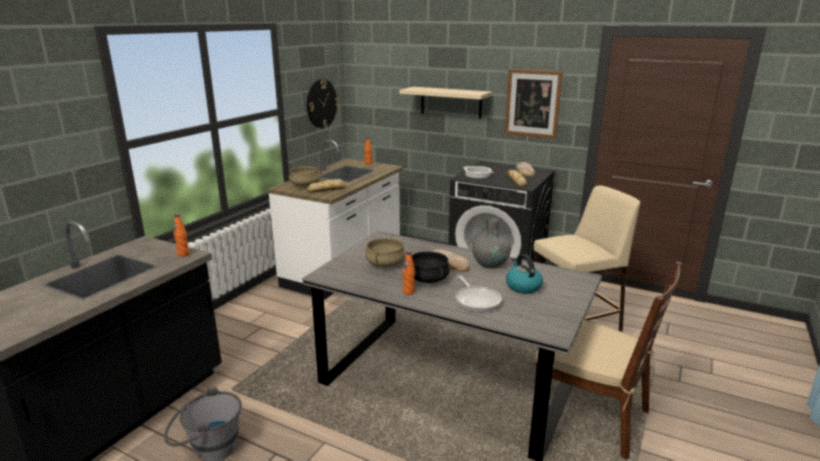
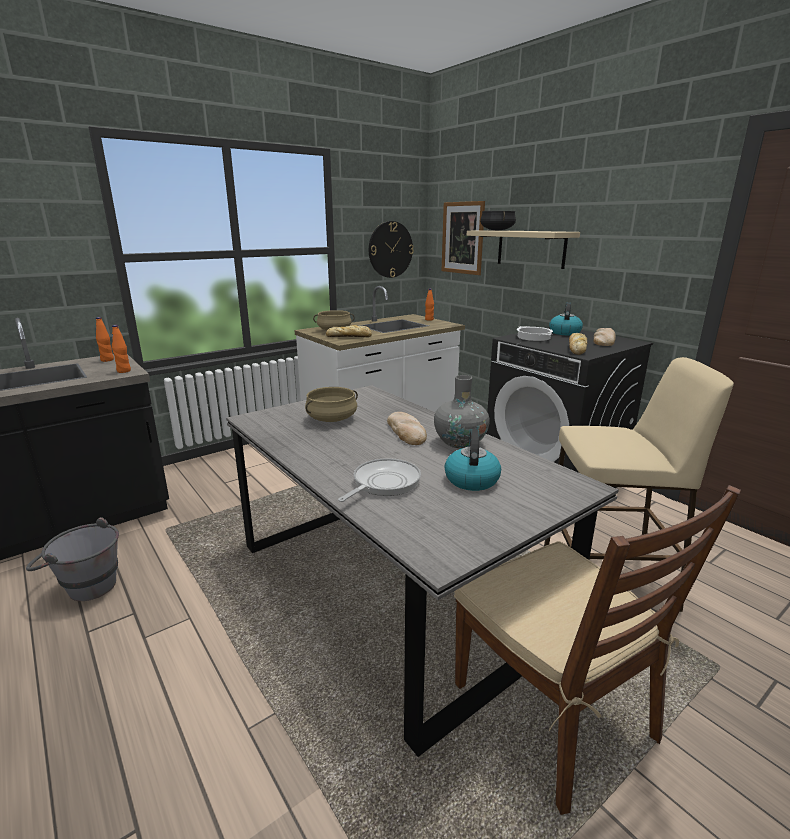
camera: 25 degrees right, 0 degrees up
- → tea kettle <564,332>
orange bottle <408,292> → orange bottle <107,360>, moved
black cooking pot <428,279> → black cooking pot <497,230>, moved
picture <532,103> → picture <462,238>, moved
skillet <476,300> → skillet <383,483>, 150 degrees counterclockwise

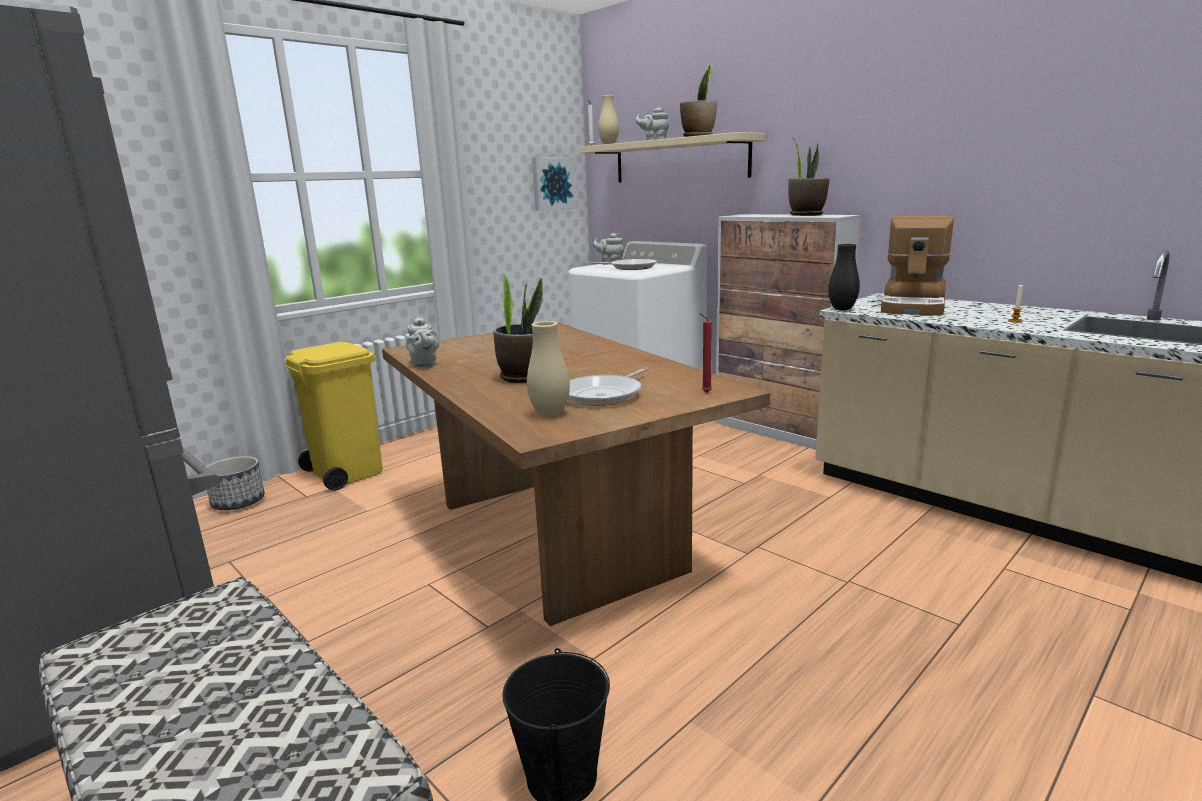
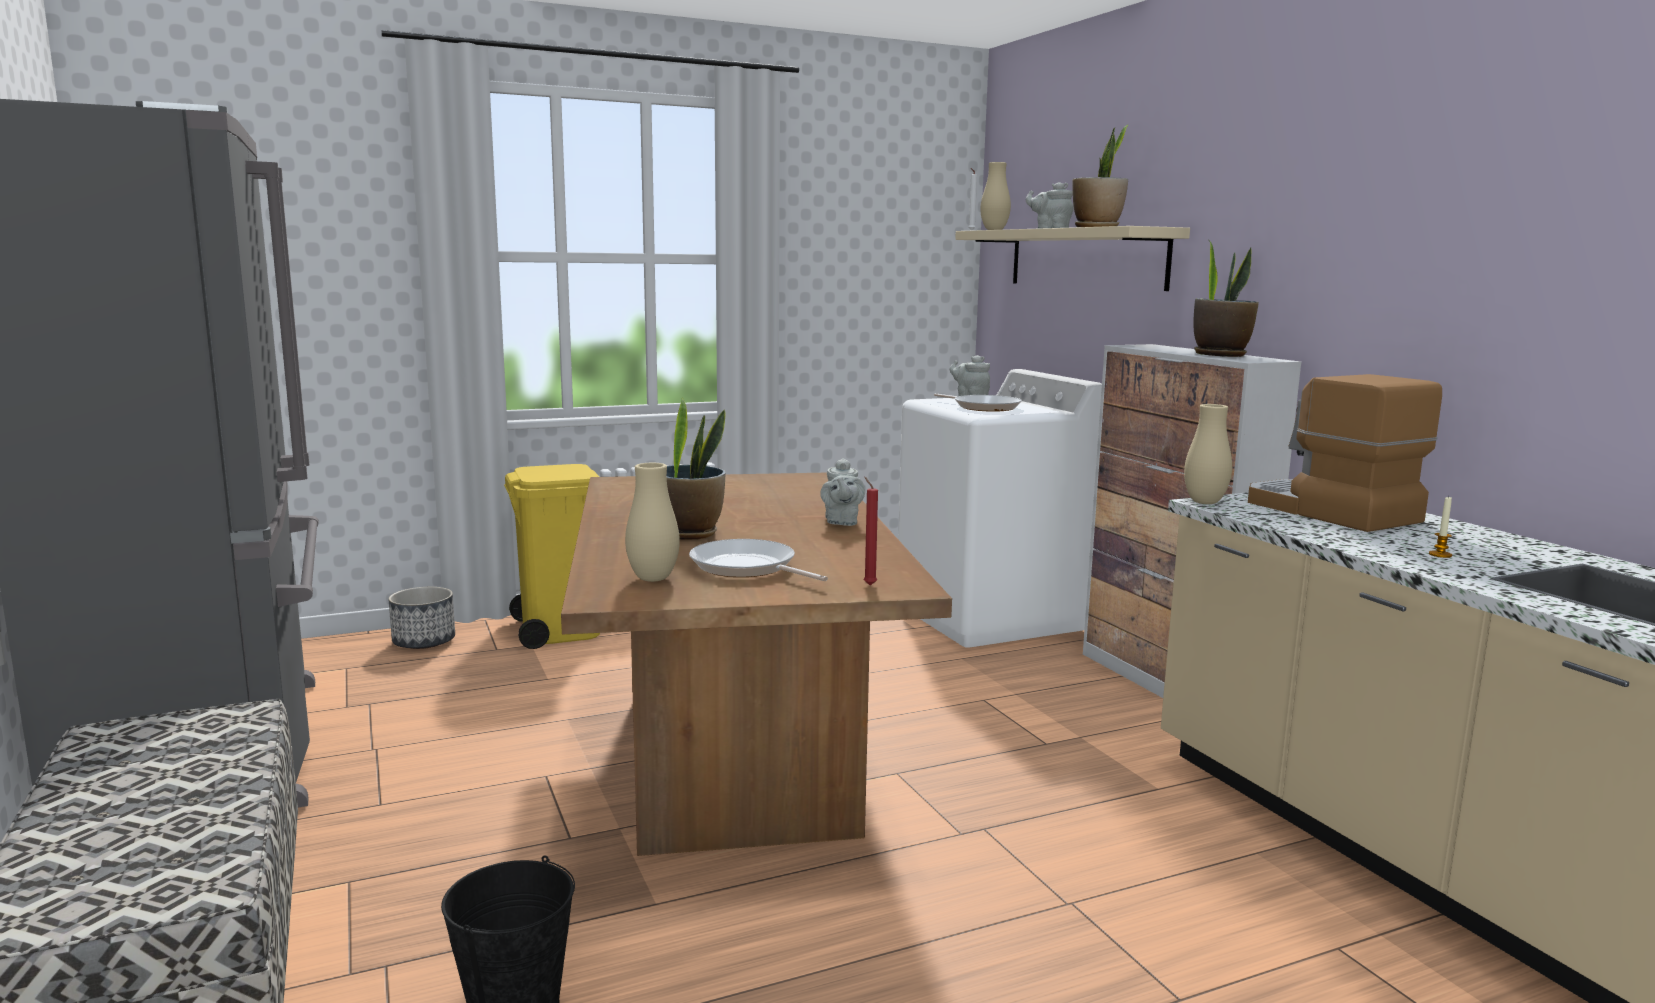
camera: 20 degrees right, 5 degrees down
picture <552,183> → -
greyish pot for tea <424,364> → greyish pot for tea <841,522>, moved
black decorative vase <842,309> → beige-coloured decorative vase <1204,502>
skillet <604,395> → skillet <747,568>, 75 degrees clockwise
coffee maker <914,306> → coffee maker <1328,512>, 105 degrees clockwise

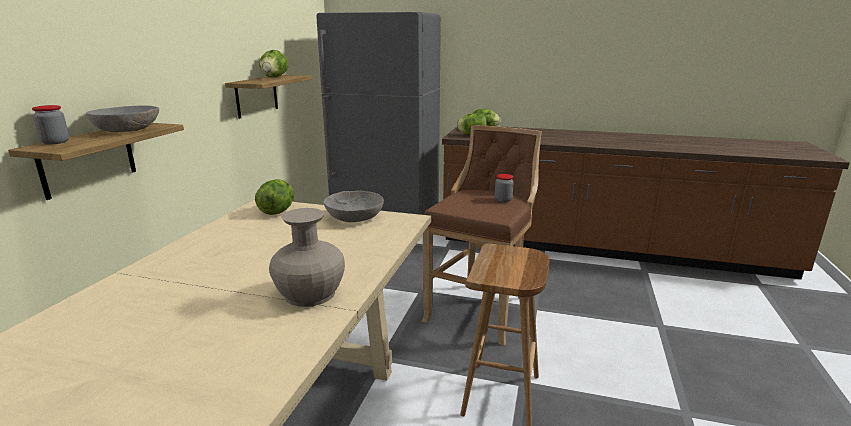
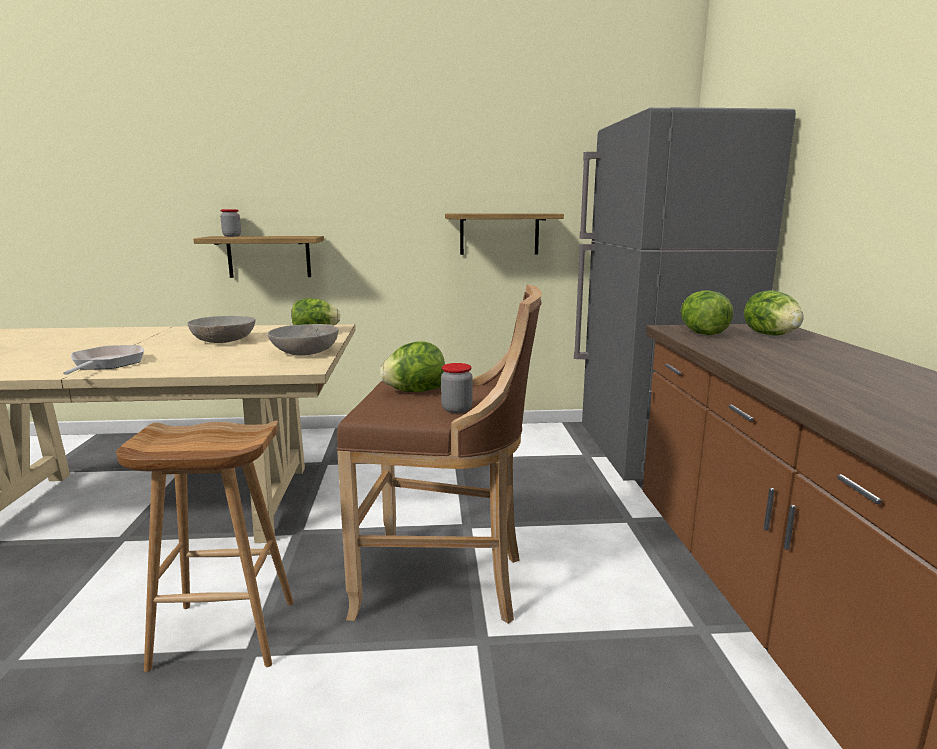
camera: 70 degrees right, 5 degrees down
greyish deep dish <128,130> → greyish deep dish <224,340>, moved
lettuce head <274,77> → lettuce head <414,391>, moved
beige-coloured decorative vase <310,293> → skillet <106,364>

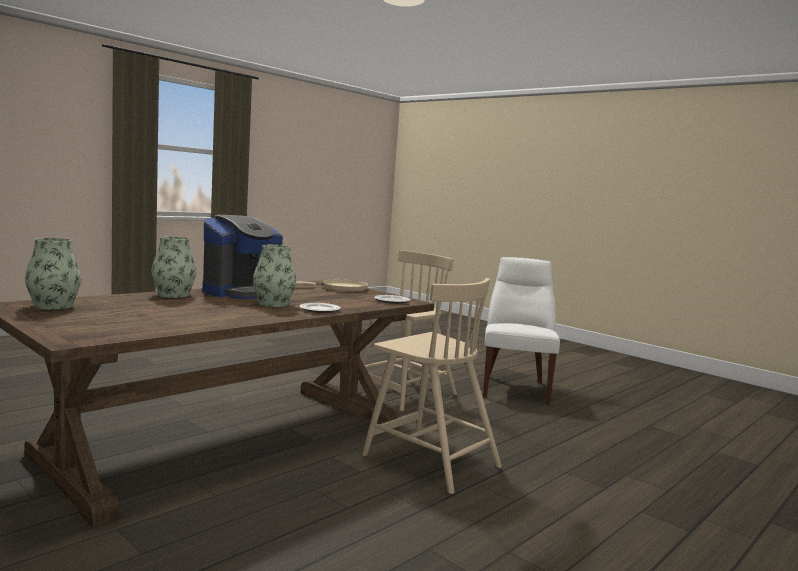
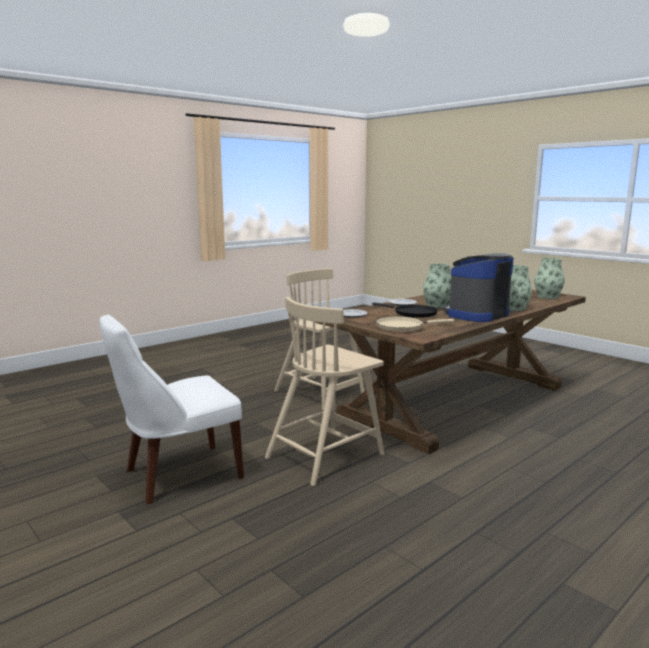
camera: 175 degrees left, 5 degrees up
- → black skillet <412,313>
whitish plain chair <514,388> → whitish plain chair <178,475>, 45 degrees clockwise

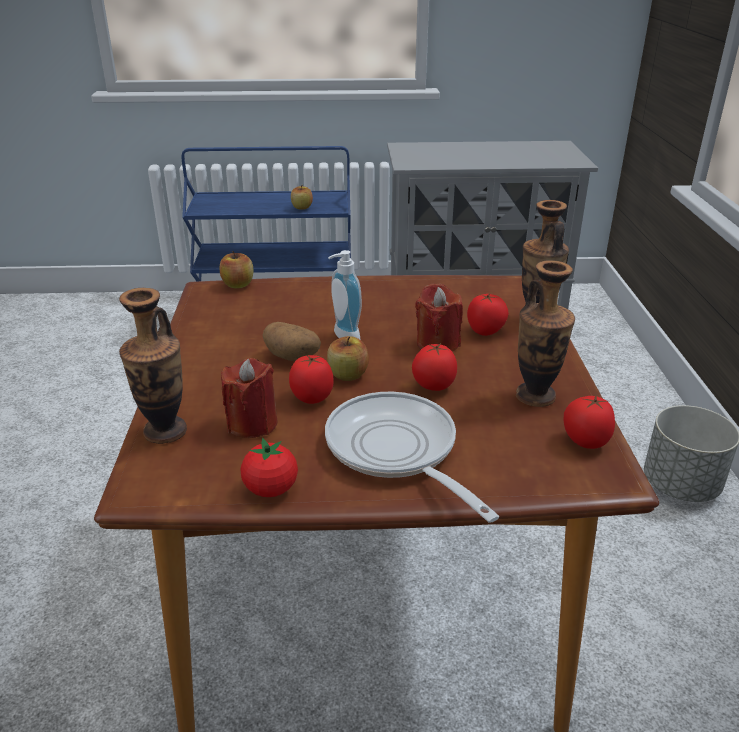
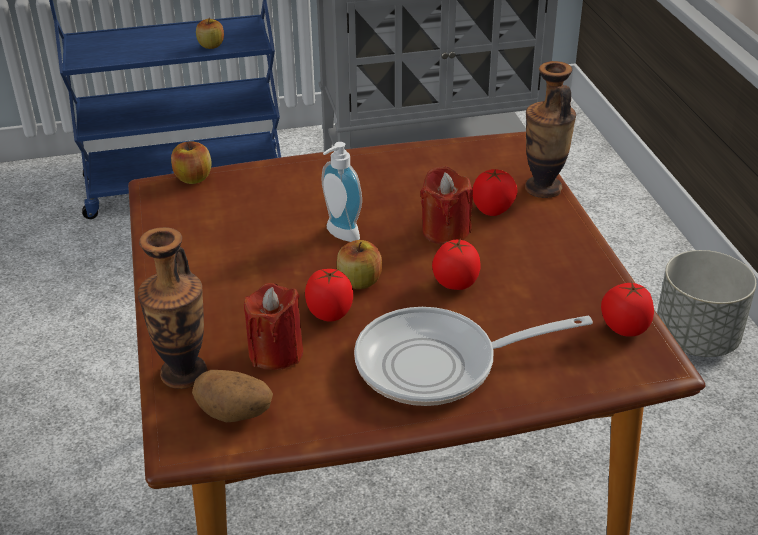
camera: 10 degrees left, 5 degrees up
tomato <271,489> → -
decorative vase <535,396> → -
potato <293,357> → potato <235,413>, moved
skillet <396,451> → skillet <438,364>, 60 degrees counterclockwise

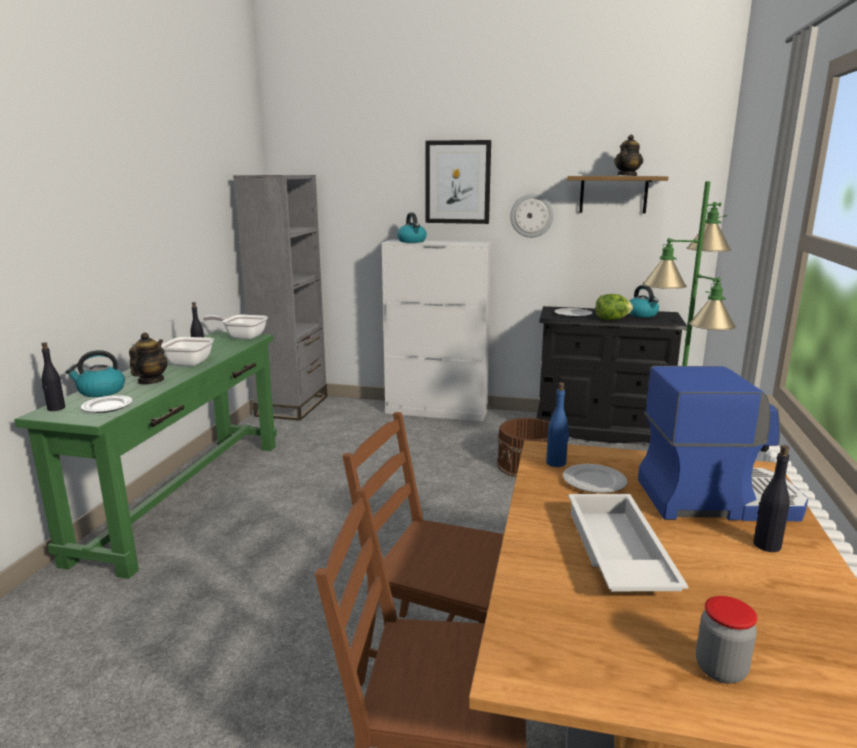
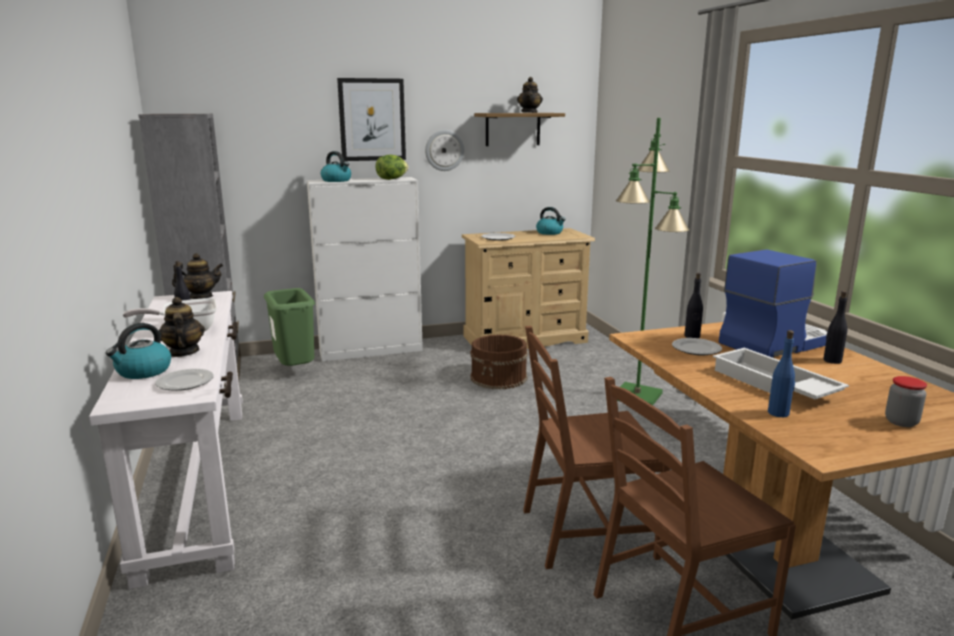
camera: 30 degrees left, 0 degrees up
- → greenish trash can <296,371>
black bottle <56,408> → black bottle <692,336>, moved
blue-coloured bottle <556,463> → blue-coloured bottle <778,413>, moved
lettuce head <611,320> → lettuce head <391,179>, moved
skillet <242,337> → pot for tea <201,297>
greenish hall table <186,496> → whitish hall table <198,482>
black chest of drawers <600,430> → beige-coloured chest of drawers <525,339>

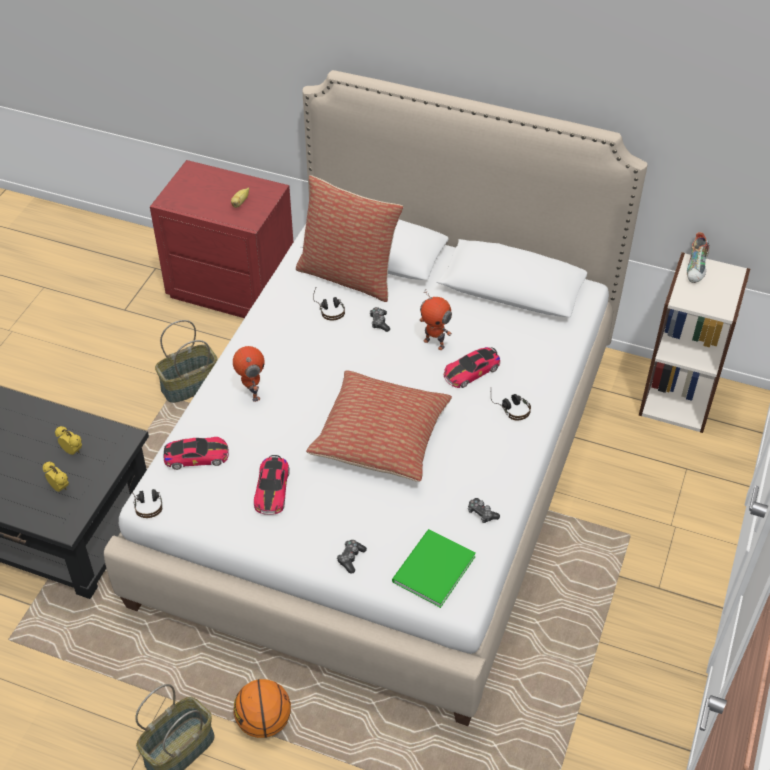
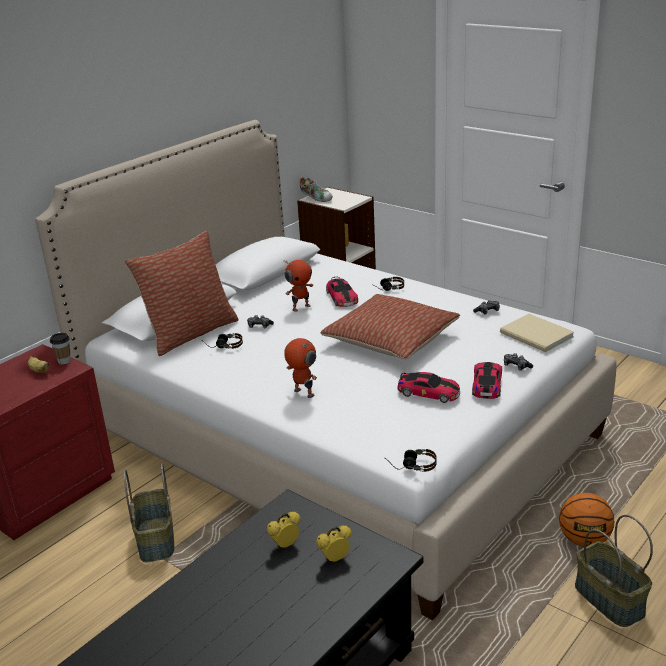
camera: 70 degrees left, 20 degrees down
- → small cup <64,361>
miniature car <196,456> → miniature car <487,385>, moved
greenish book <431,570> → beige-coloured book <537,336>
model robot <251,393> → model robot <303,393>, 45 degrees clockwise

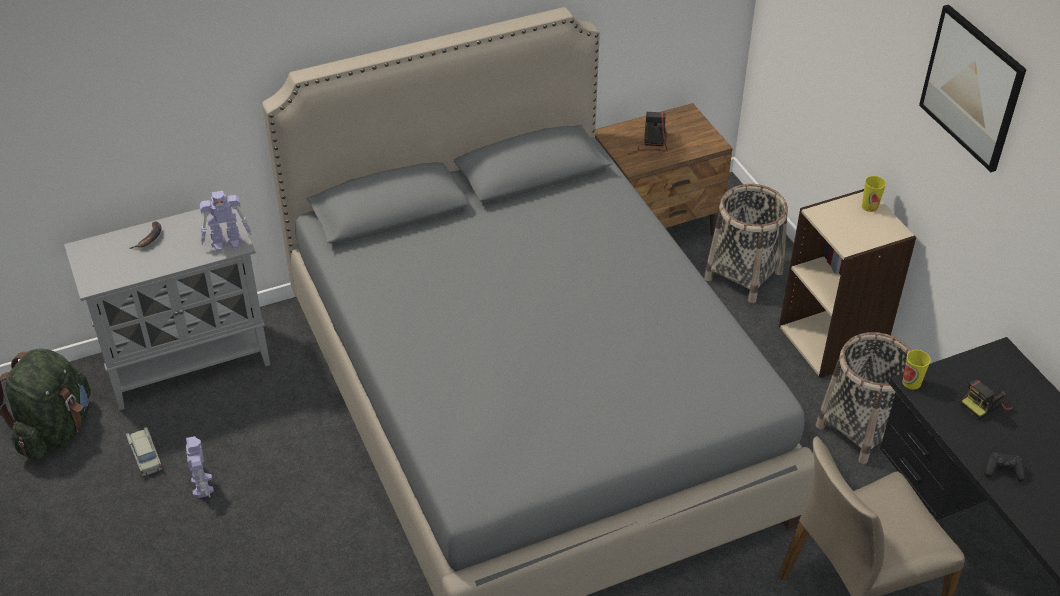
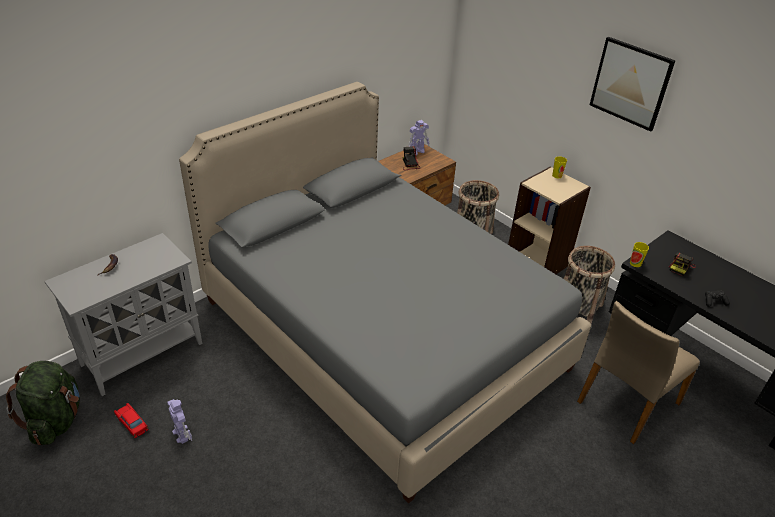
camera: 20 degrees left, 5 degrees down
model robot <227,242> → model robot <417,151>, moved
beige-coloured miniature car <145,456> → red miniature car <132,423>

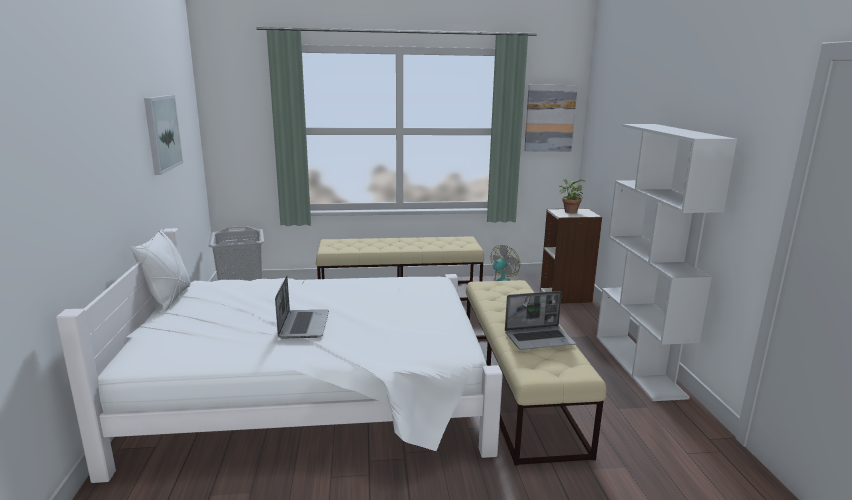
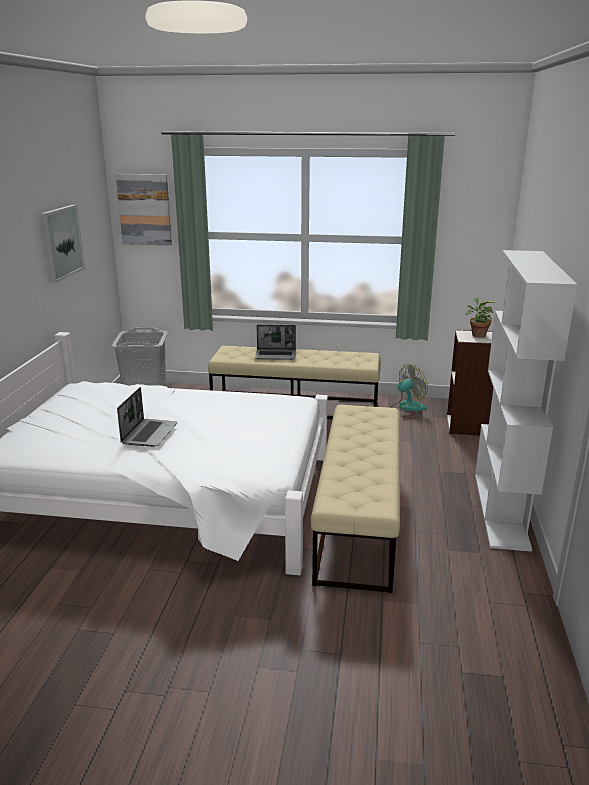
camera: 15 degrees right, 5 degrees up
whitish throw pillow <169,298> → -
laptop <539,339> → laptop <276,355>, moved
picture <549,118> → picture <144,209>, moved

